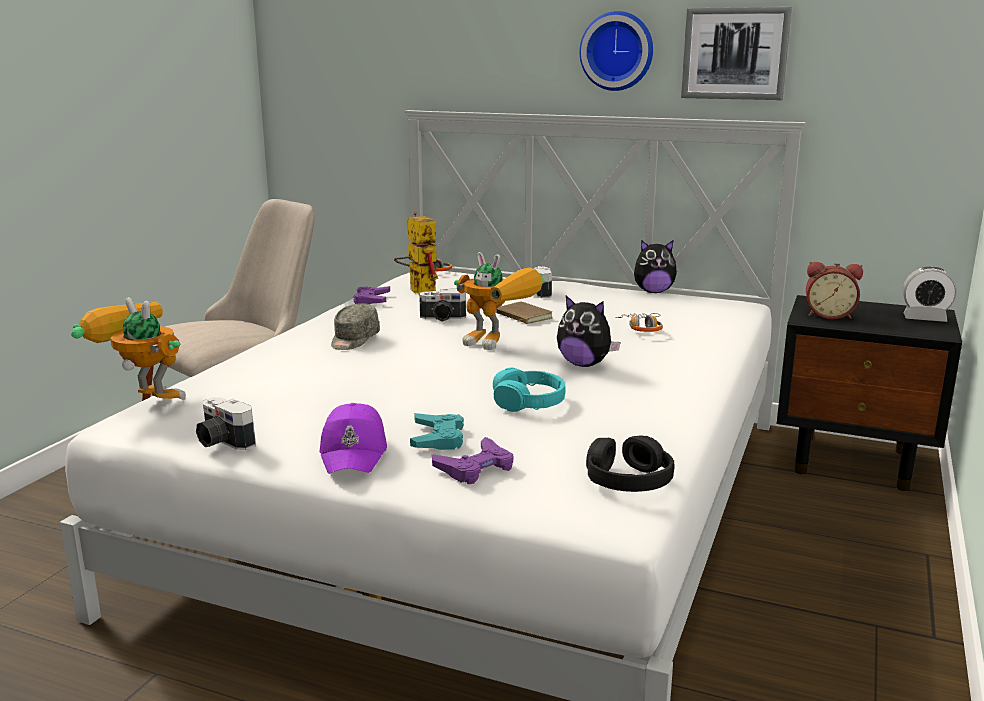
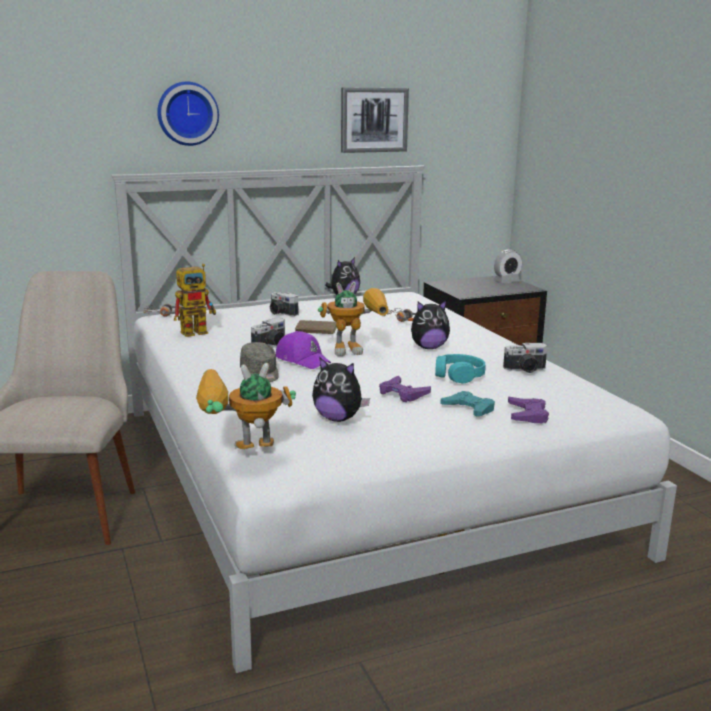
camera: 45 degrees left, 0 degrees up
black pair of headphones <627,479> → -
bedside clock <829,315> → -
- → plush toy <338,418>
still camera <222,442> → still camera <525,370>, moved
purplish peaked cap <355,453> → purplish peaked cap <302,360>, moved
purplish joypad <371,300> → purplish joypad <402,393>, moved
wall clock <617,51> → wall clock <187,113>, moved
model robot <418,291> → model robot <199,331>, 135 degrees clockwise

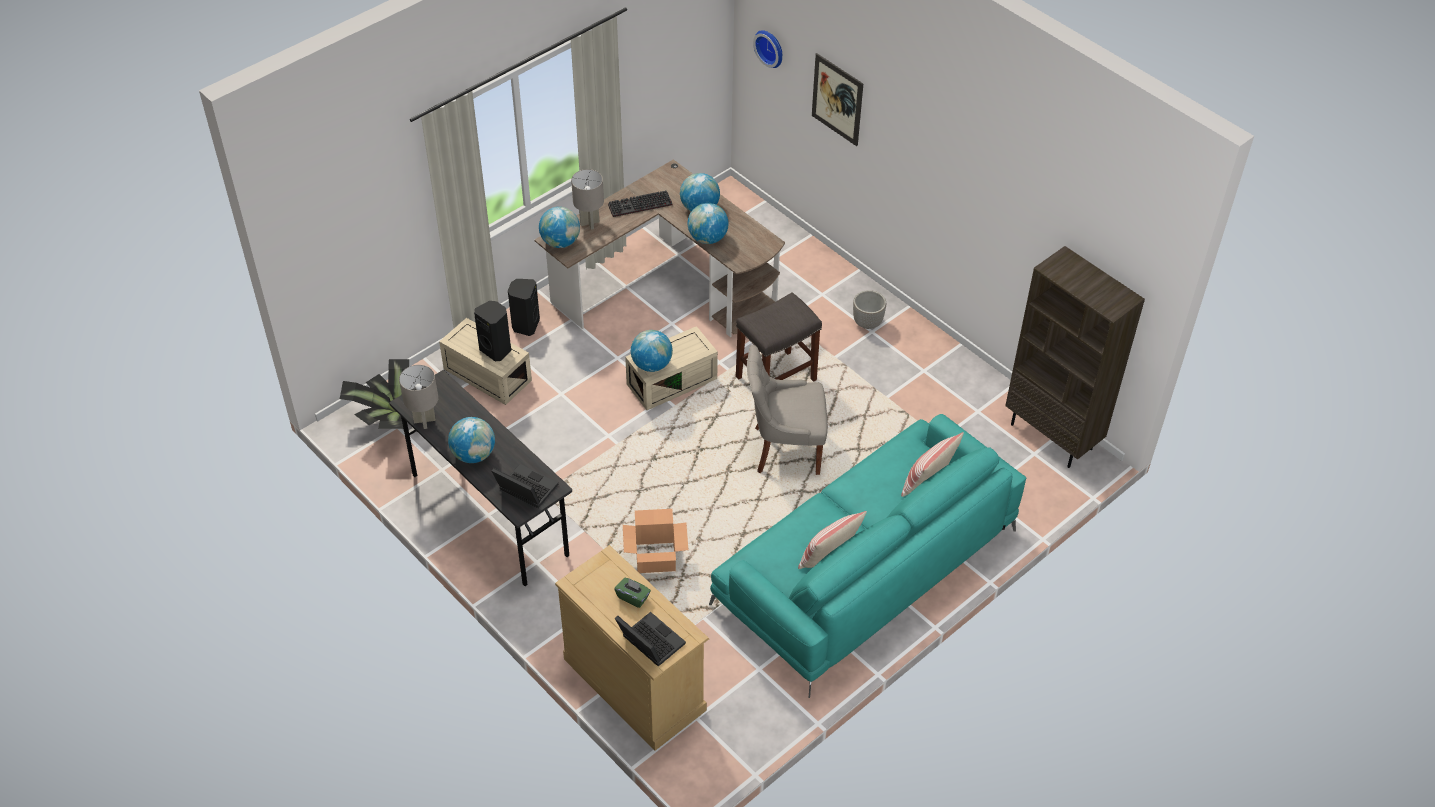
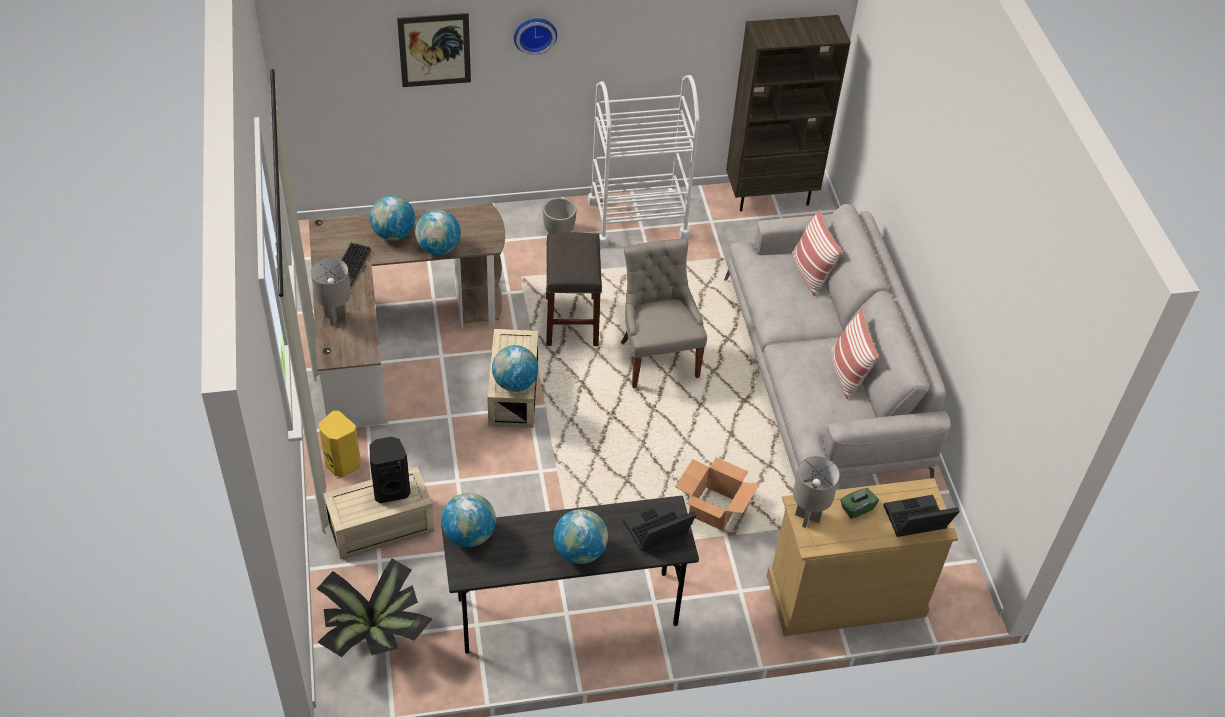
camera: 60 degrees left, 0 degrees up
- → whitish wheeled cart <638,218>
greyish lamp for a table <425,421> → greyish lamp for a table <808,517>, moved
globe <560,242> → globe <469,535>, moved
wall clock <770,47> → wall clock <534,34>, moved
black audio speaker <525,325> → yellow audio speaker <341,464>
turquoise-coloured sofa <865,568> → greyish sofa <824,375>
greyish plain chair <784,449> → greyish plain chair <657,358>, 135 degrees clockwise

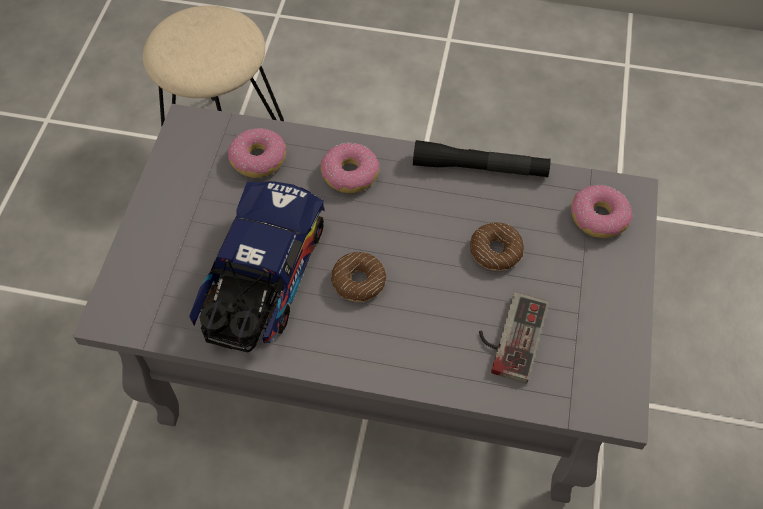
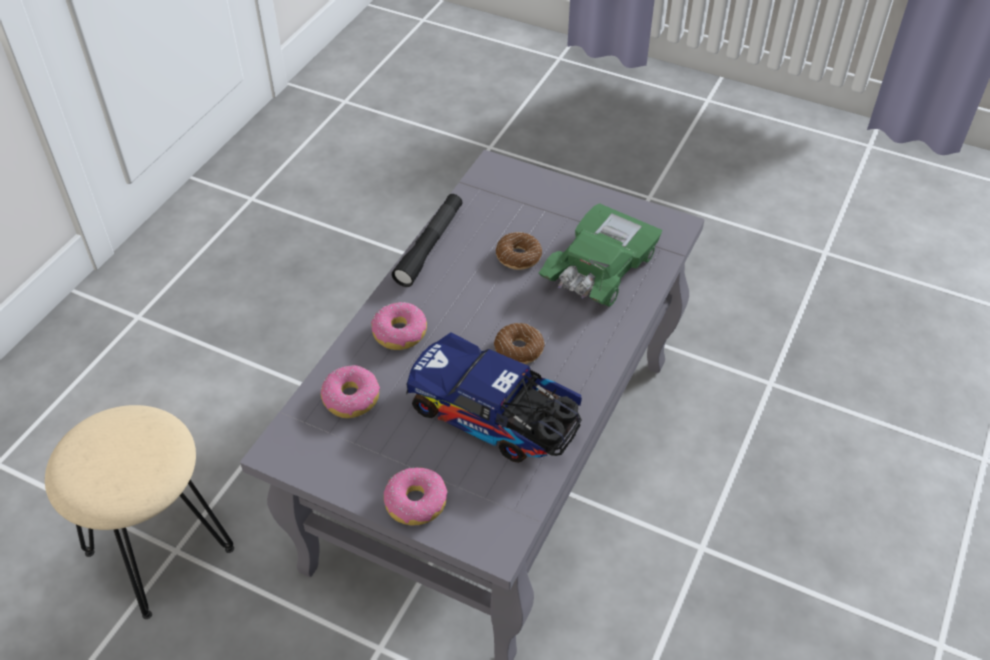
camera: 75 degrees left, 10 degrees down
ring doughnut <598,218> → ring doughnut <416,503>, moved
joypad <508,335> → greenish miniature car <599,267>

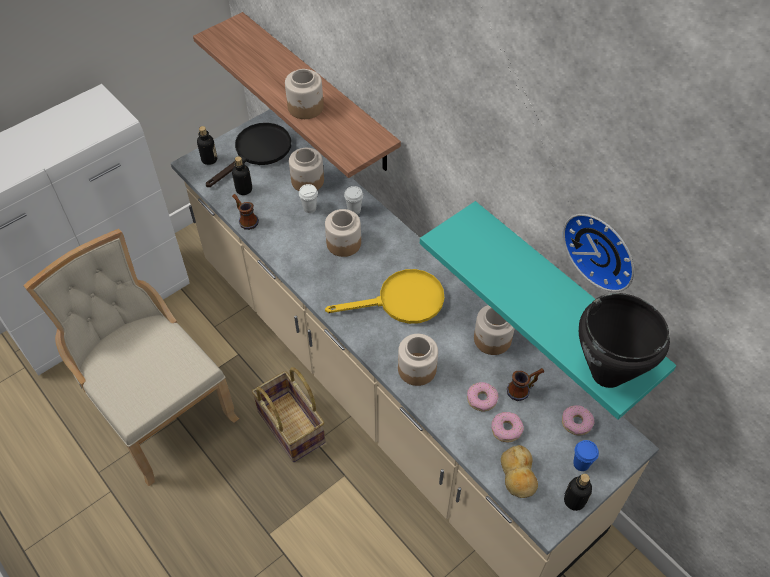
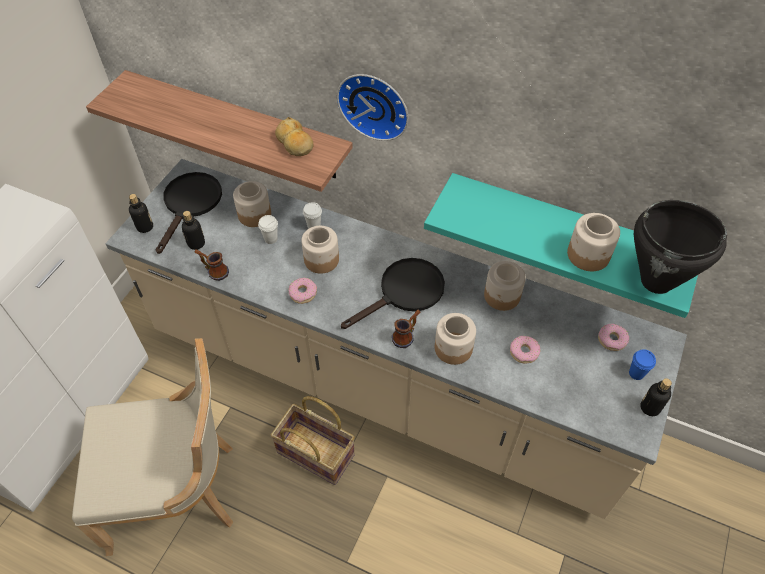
camera: 25 degrees left, 0 degrees up
jar <306,107> → jar <588,255>, moved
ring doughnut <506,429> → ring doughnut <303,293>, moved
baked bread <518,476> → baked bread <295,143>, moved
tea mug <523,389> → tea mug <406,335>, moved
wall clock <602,249> → wall clock <375,104>, moved
yellow skillet <401,301> → black skillet <404,293>
beige-coloured plain chair <159,409> → beige-coloured plain chair <178,491>, 150 degrees clockwise

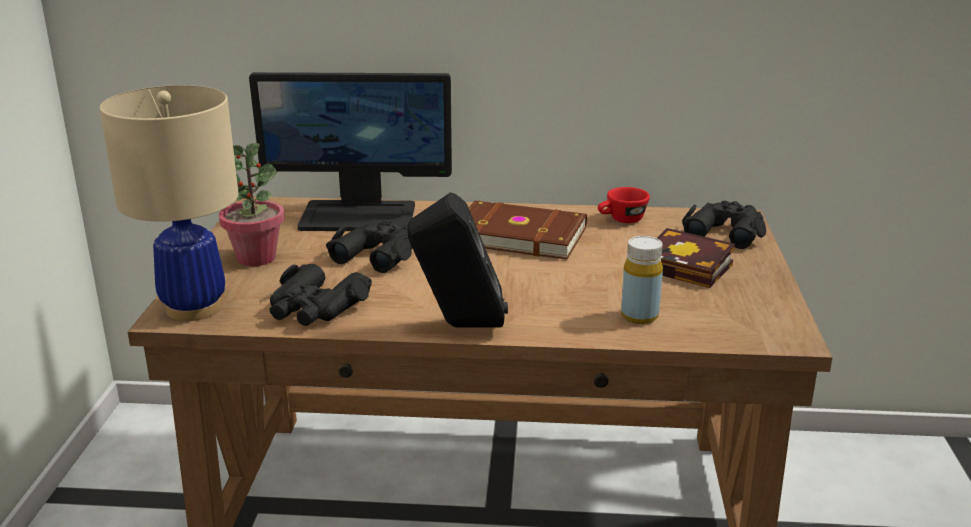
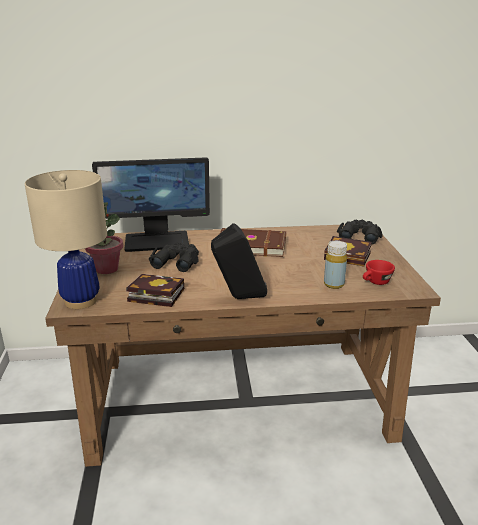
camera: 10 degrees left, 0 degrees up
red small cup <621,220> → red small cup <375,282>, moved
black binoculars <316,308> → book <153,295>

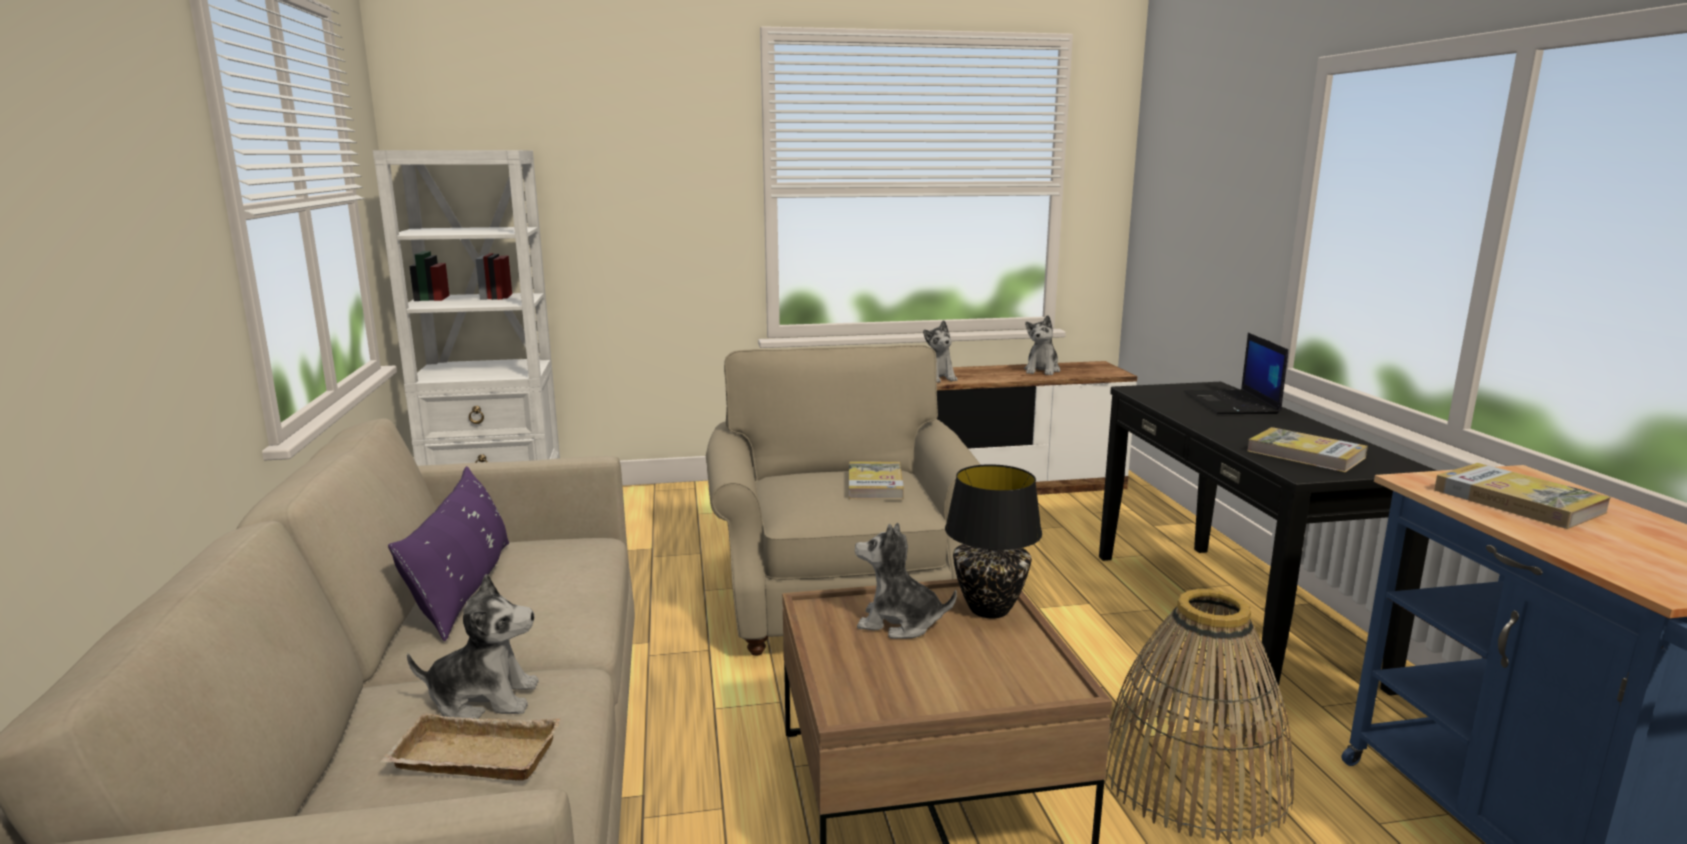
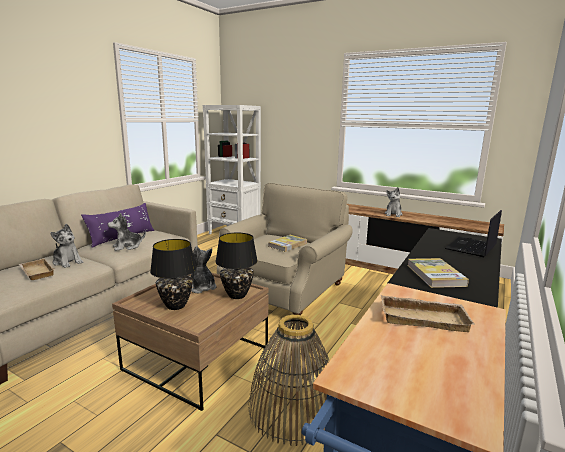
camera: 40 degrees right, 0 degrees up
- → black lamp for a table <175,306>
plush toy <1042,370> → plush toy <127,246>, moved
book <1517,501> → beige-coloured serving tray <423,317>

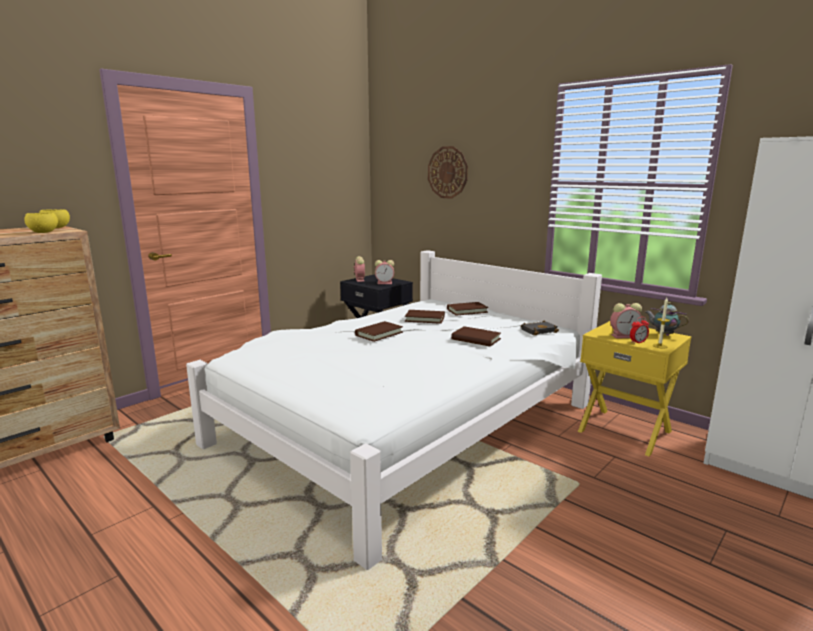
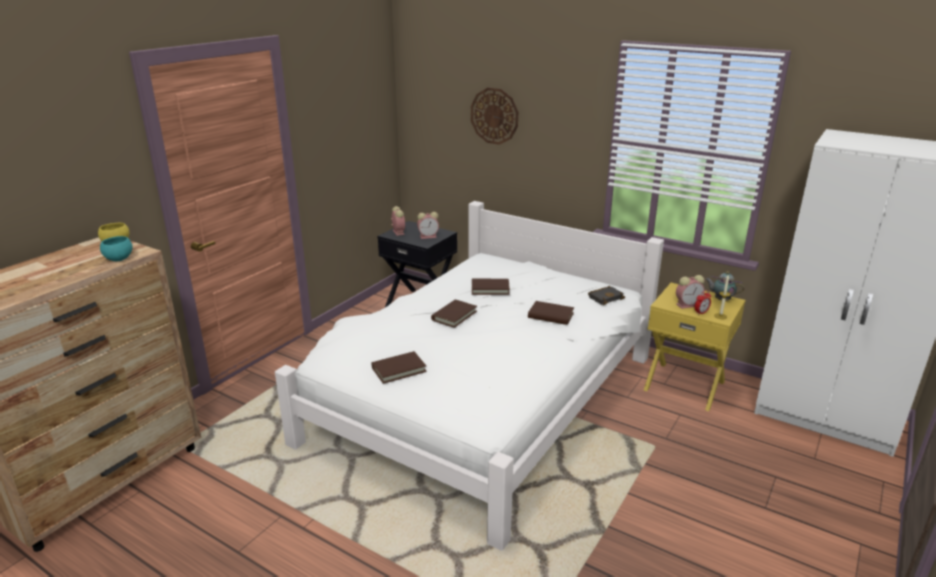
camera: 10 degrees left, 10 degrees up
brown book <467,311> → brown book <399,369>, moved
yellow deep dish <44,232> → turquoise-coloured deep dish <119,259>

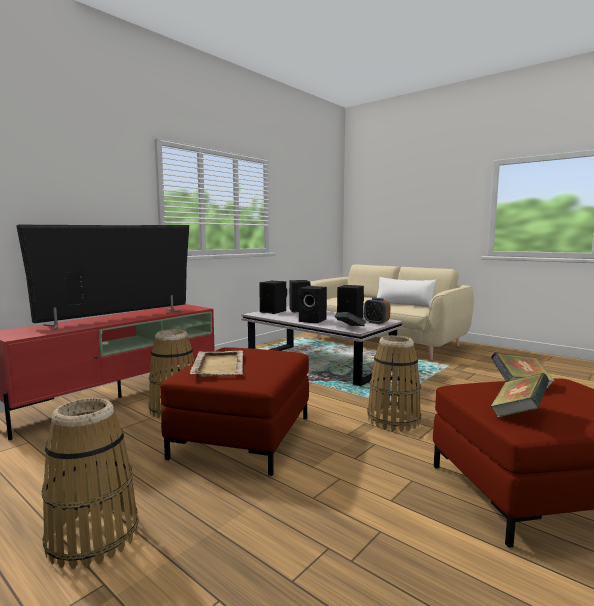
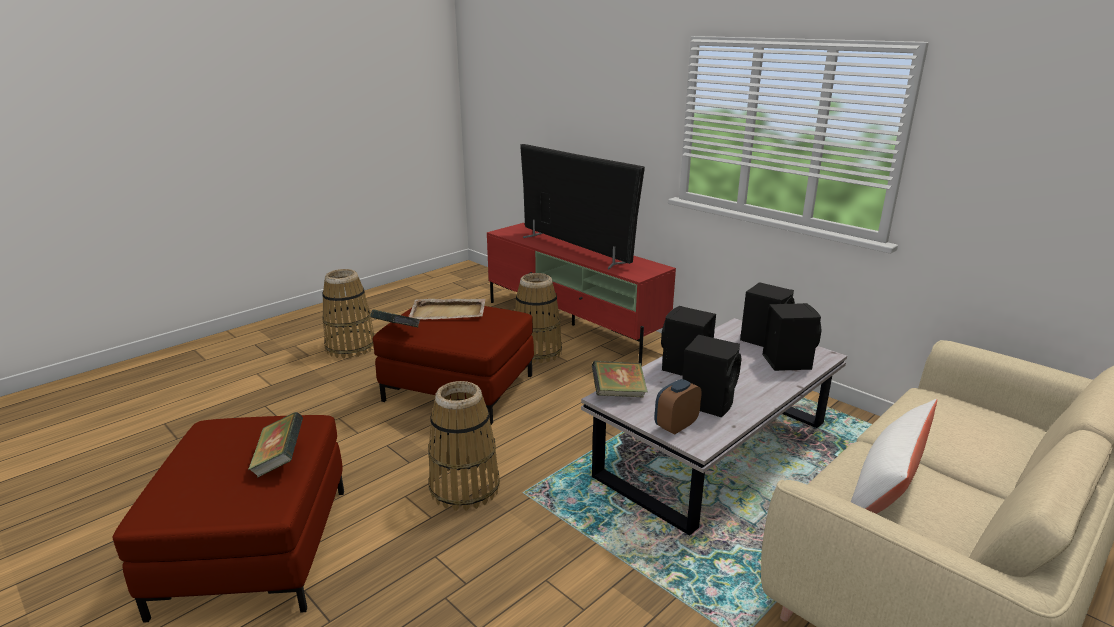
camera: 95 degrees right, 15 degrees up
book <518,413> → book <396,331>, moved

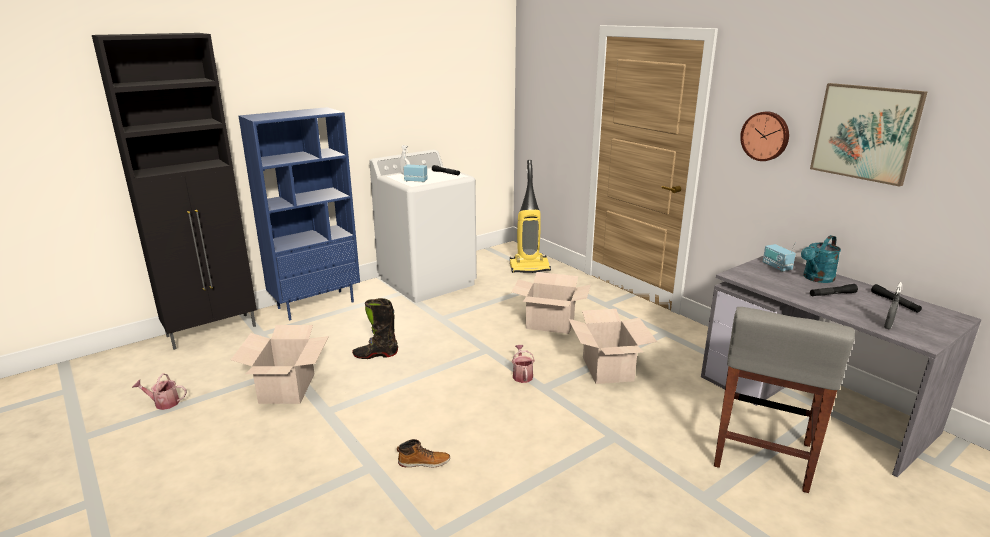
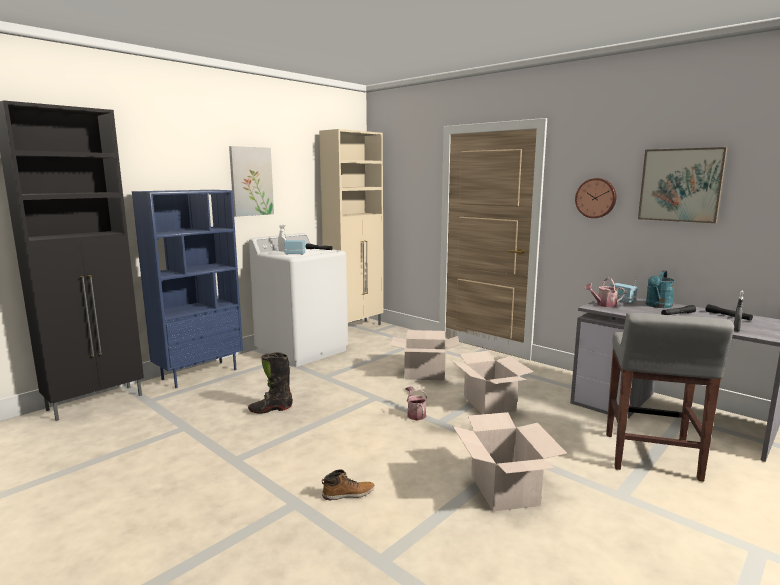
camera: 10 degrees left, 10 degrees down
hoover <529,267> → -
- → picture <251,181>
- → beige-coloured storage cabinet <355,328>
sprinkling can <163,403> → sprinkling can <603,305>, moved
carton <287,388> → carton <503,489>, moved

